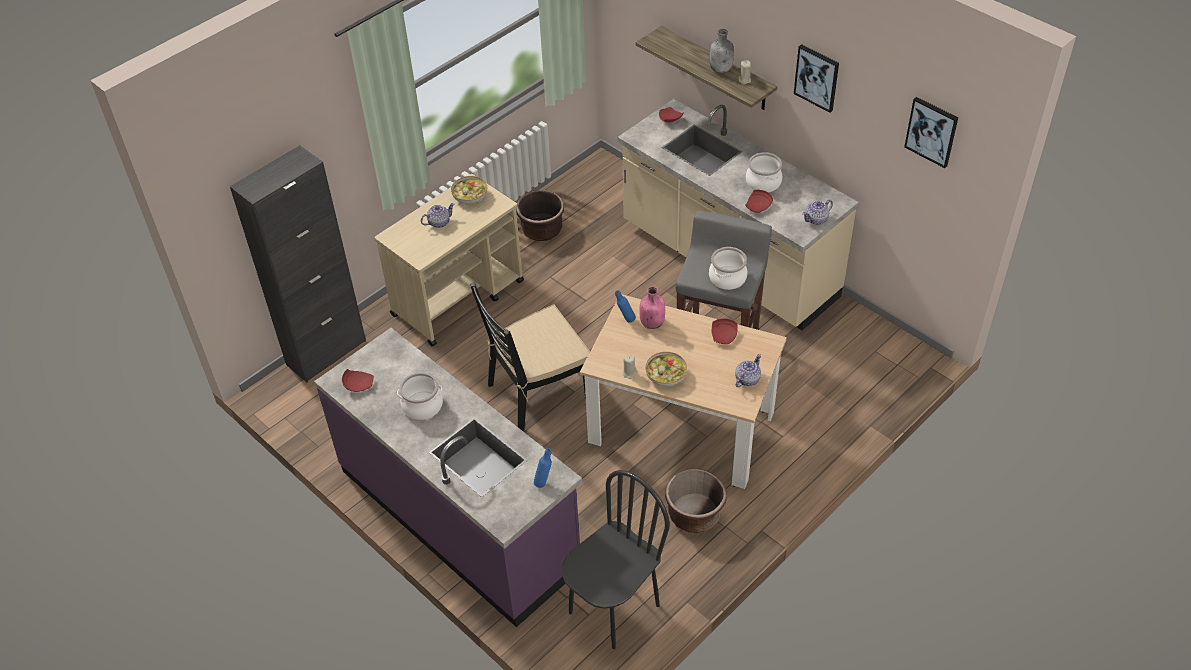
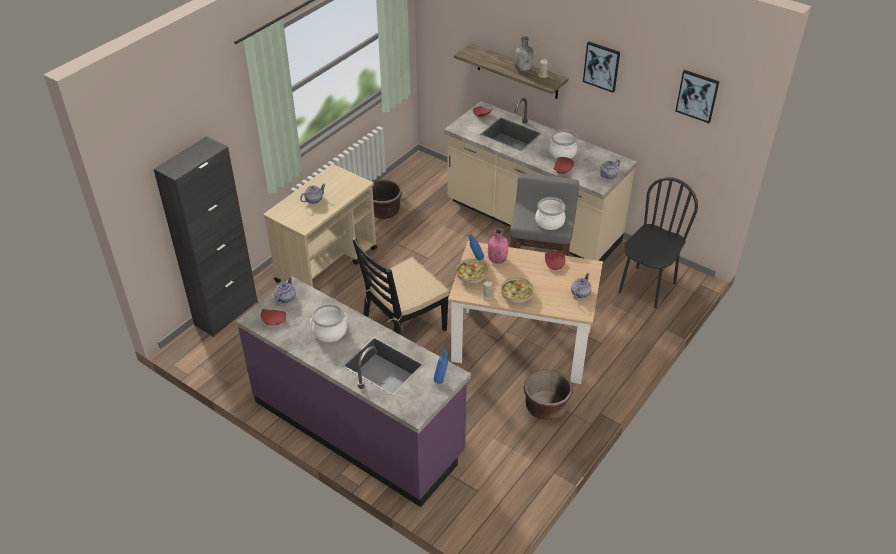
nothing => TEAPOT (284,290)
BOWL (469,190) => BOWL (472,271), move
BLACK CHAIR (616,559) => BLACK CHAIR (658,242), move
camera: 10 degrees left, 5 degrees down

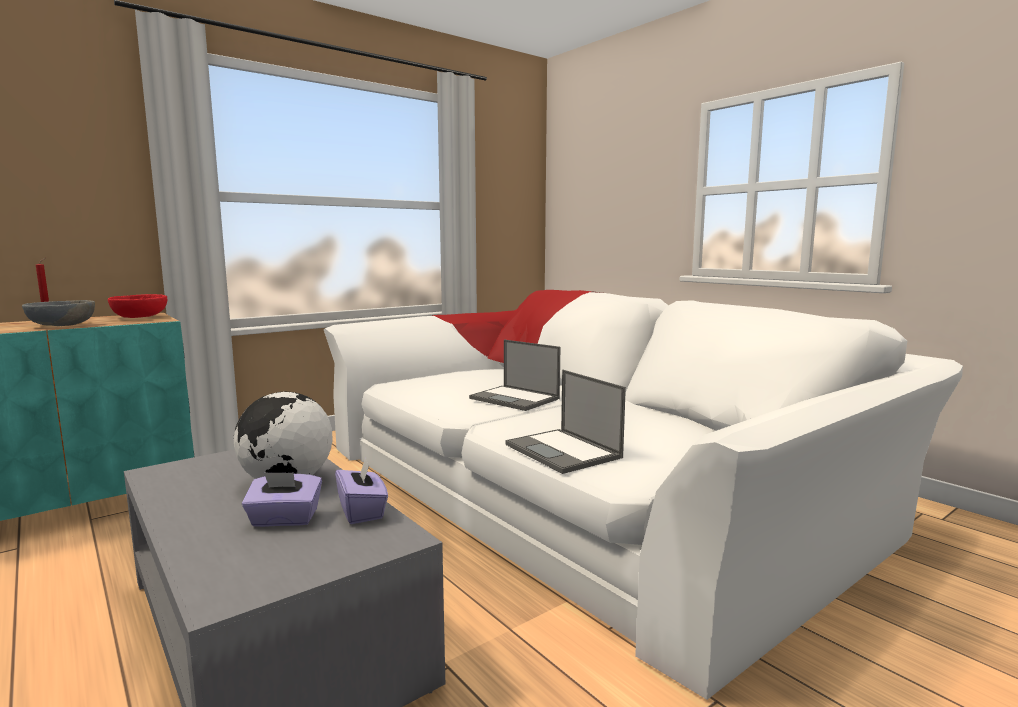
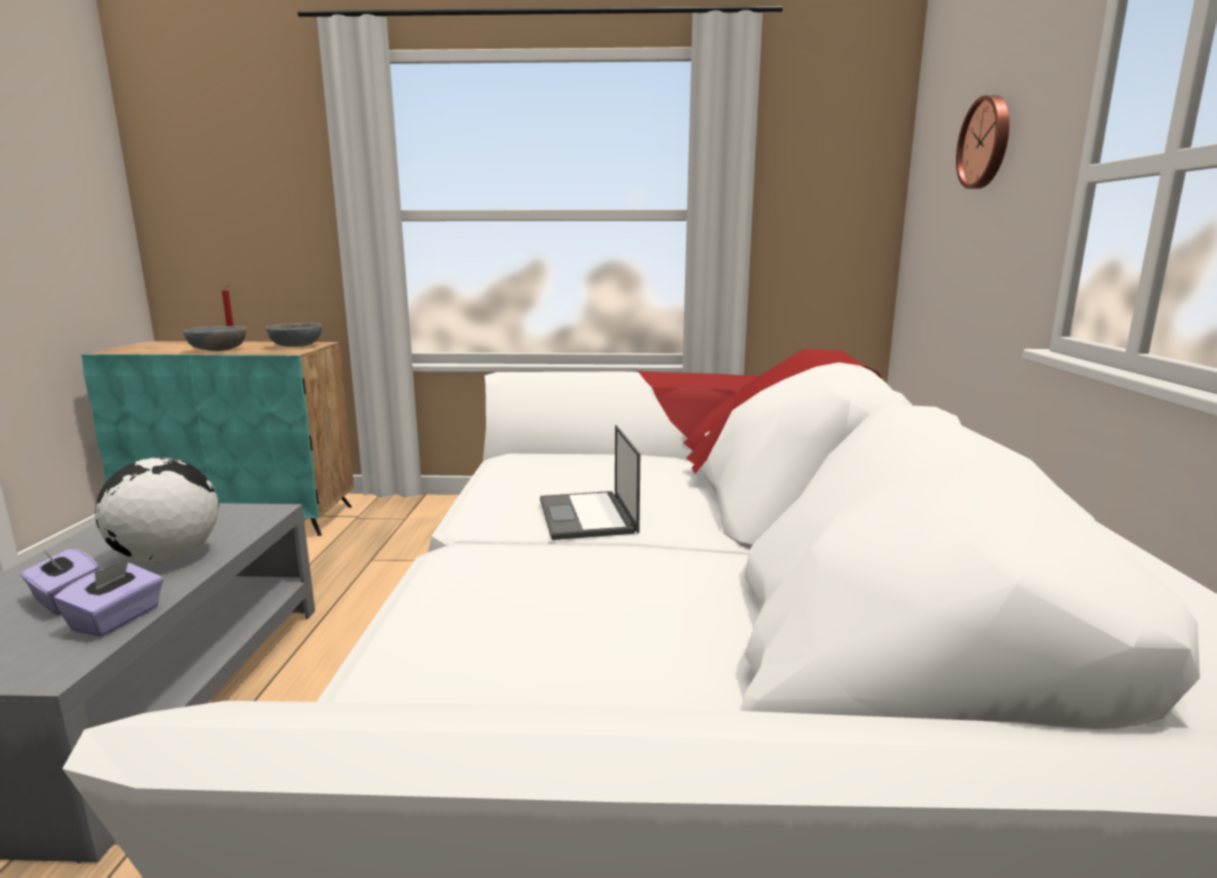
LAPTOP (565,422) => nothing
nothing => WALL CLOCK (983,142)
RED BOWL (137,306) => GREY BOWL (294,334)
camera: 40 degrees right, 5 degrees up

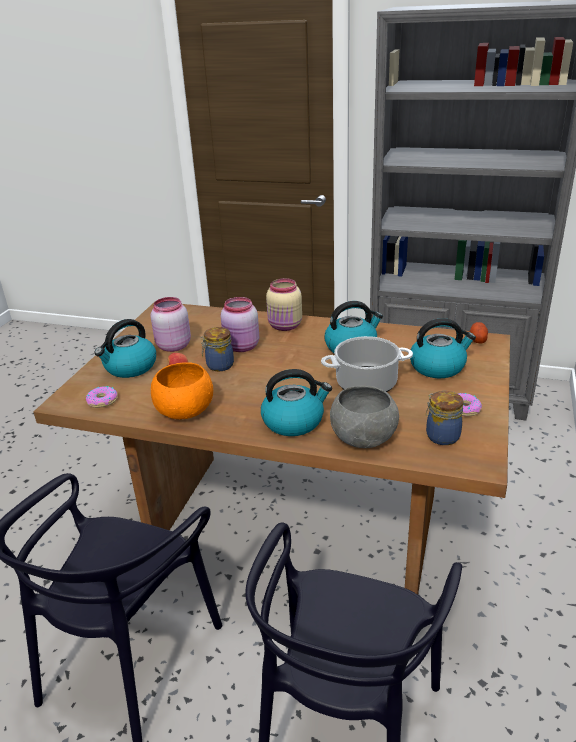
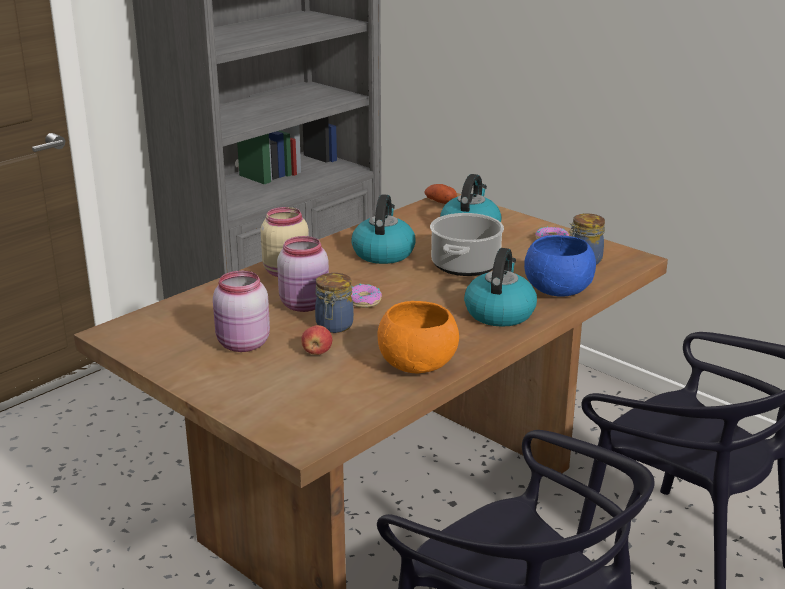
KETTLE (125,348) => nothing
DONUT (102,397) => DONUT (366,296), move
GREY BOWL (364,416) => BLUE BOWL (560,265)
camera: 65 degrees left, 5 degrees down

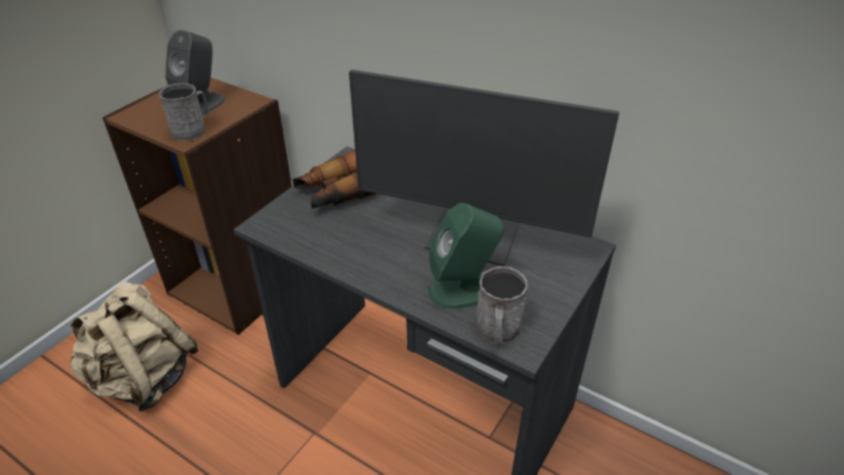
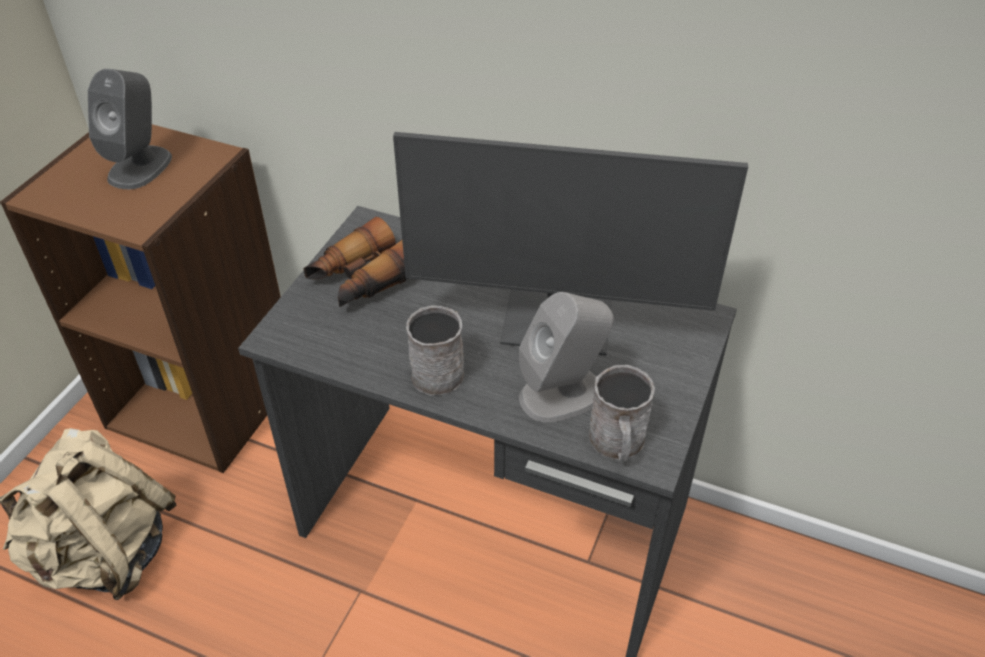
GREY MUG (183,112) => GREY MUG (435,350), move
GREEN SPEAKER (466,256) => GREY SPEAKER (566,357)
camera: 10 degrees left, 5 degrees up

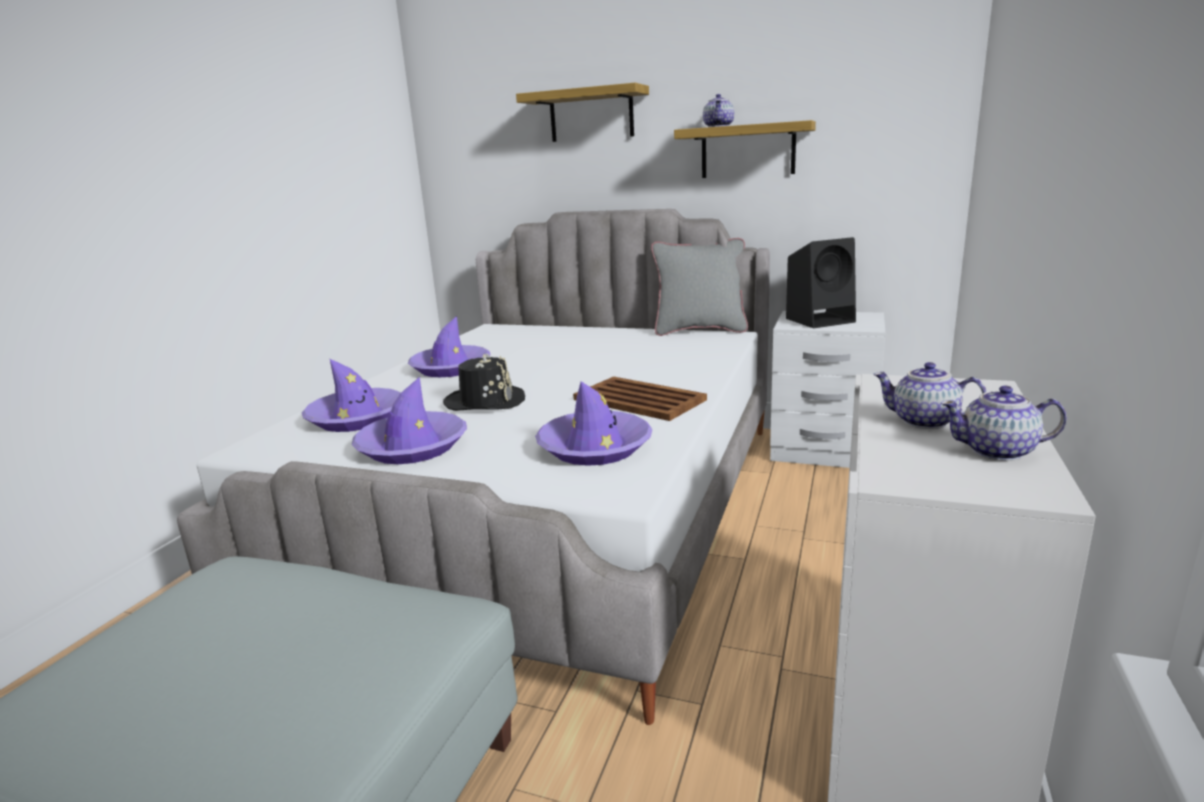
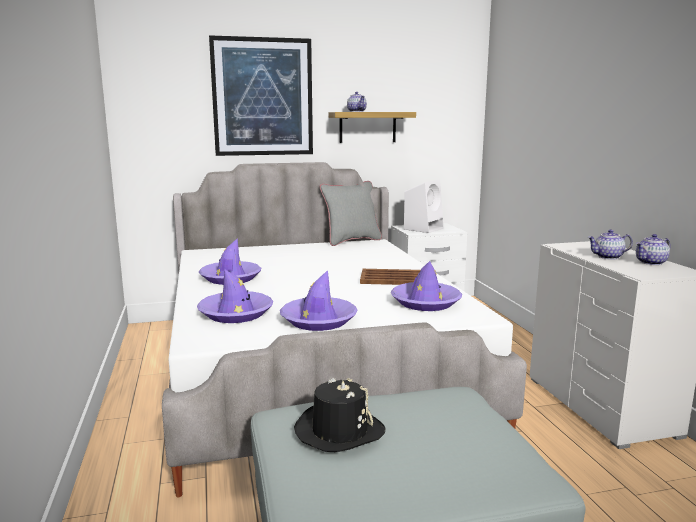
BLACK HAT (484,382) => BLACK HAT (340,415), move
SHELF (582,112) => PICTURE (261,95)
BLACK SPEAKER (821,282) => WHITE SPEAKER (424,206)
camera: 35 degrees left, 5 degrees down

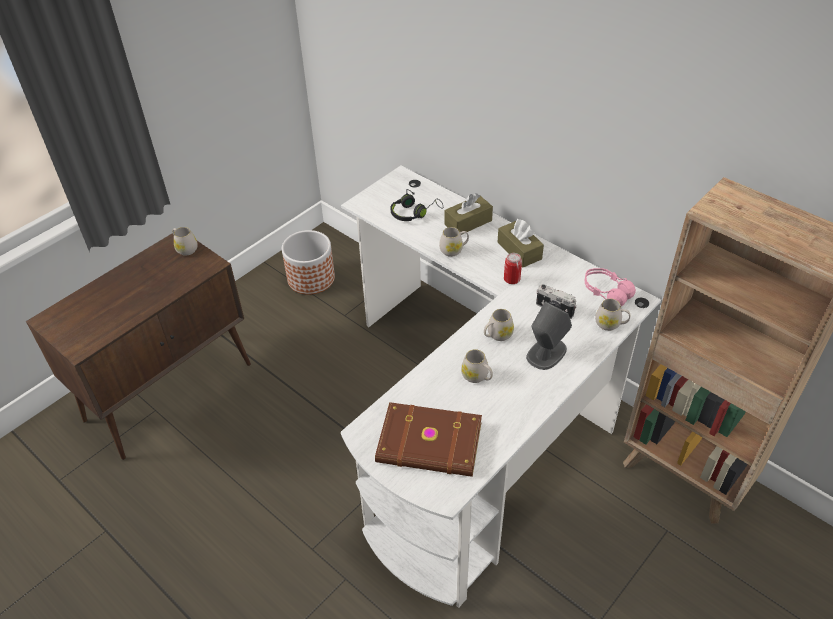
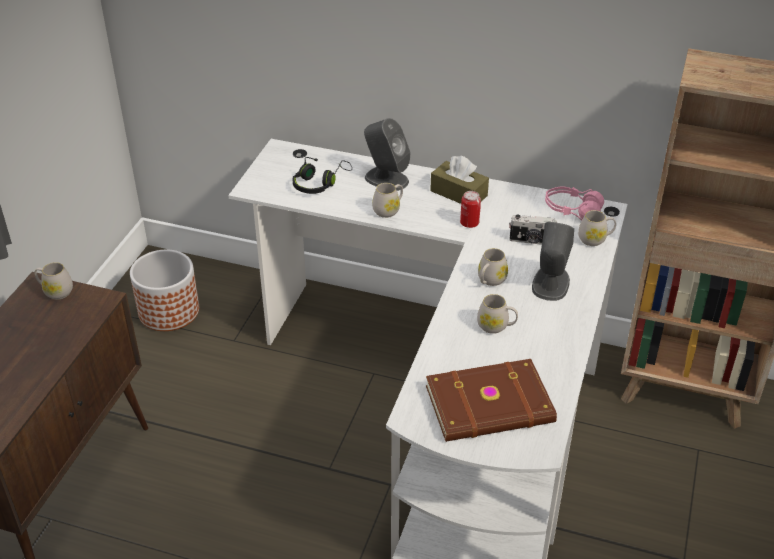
BROWN TISSUE BOX (469,214) => GREY SPEAKER (387,154)
camera: 25 degrees left, 5 degrees down

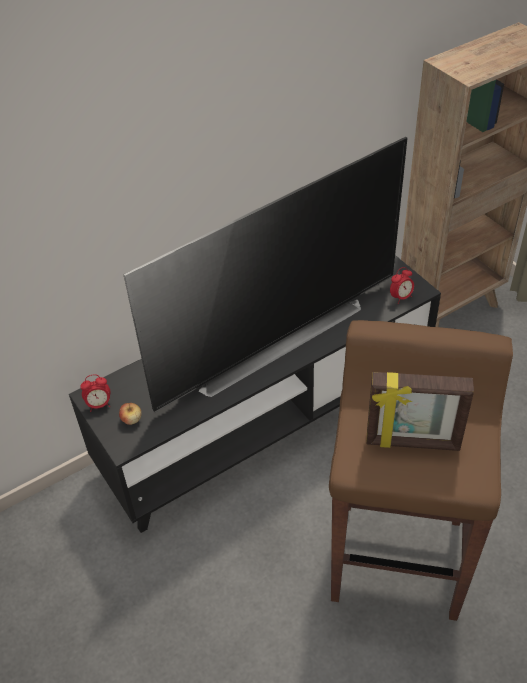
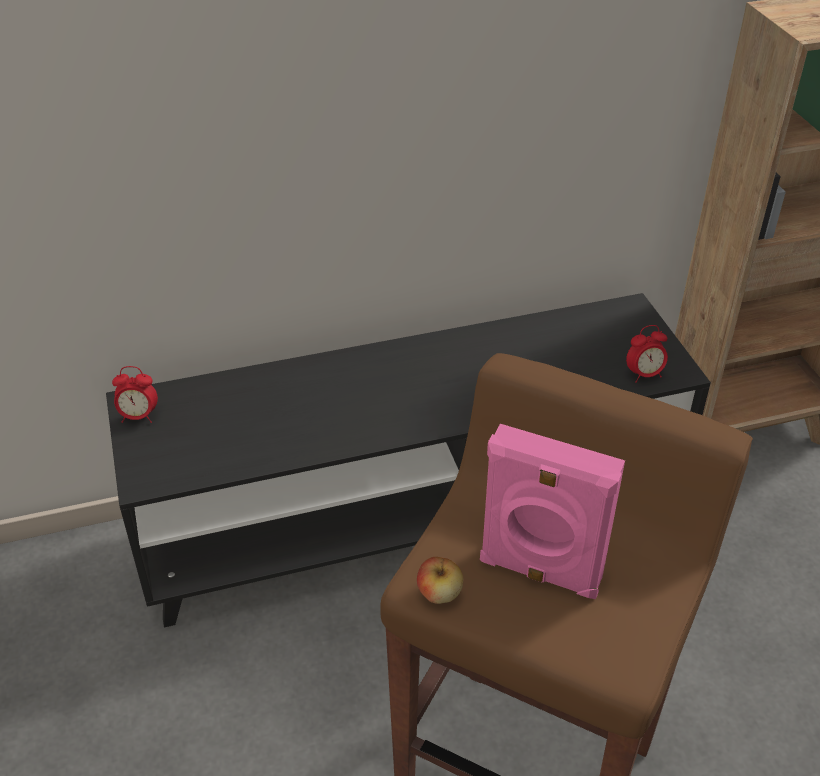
TELEVISION (265,275) => nothing
APPLE (130,414) => APPLE (440,580), move
PICTURE FRAME (420,411) => PINK SPEAKER (552,511)
camera: 15 degrees right, 5 degrees down

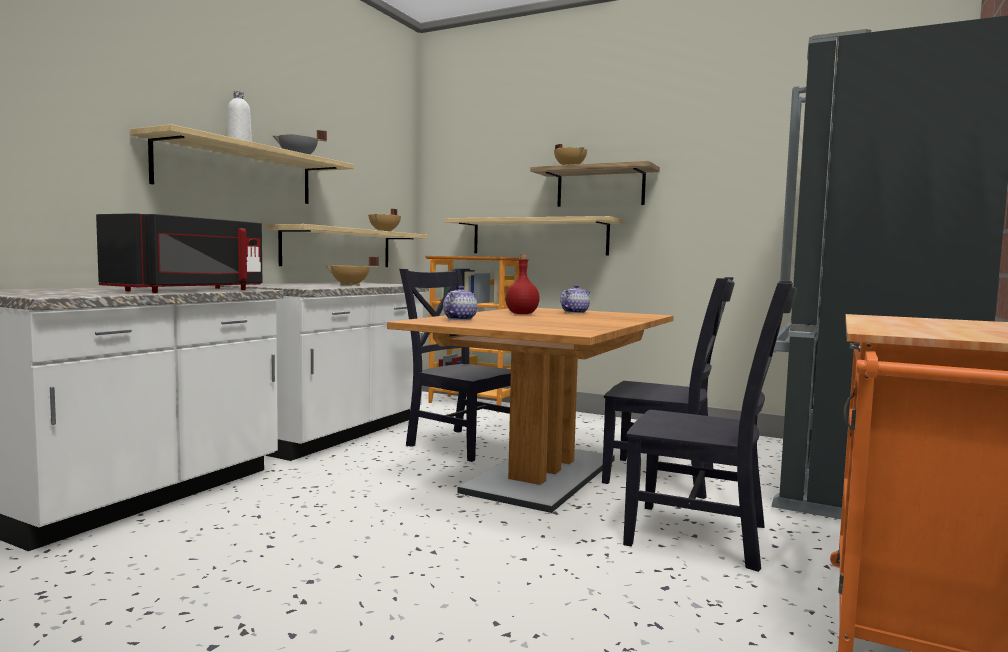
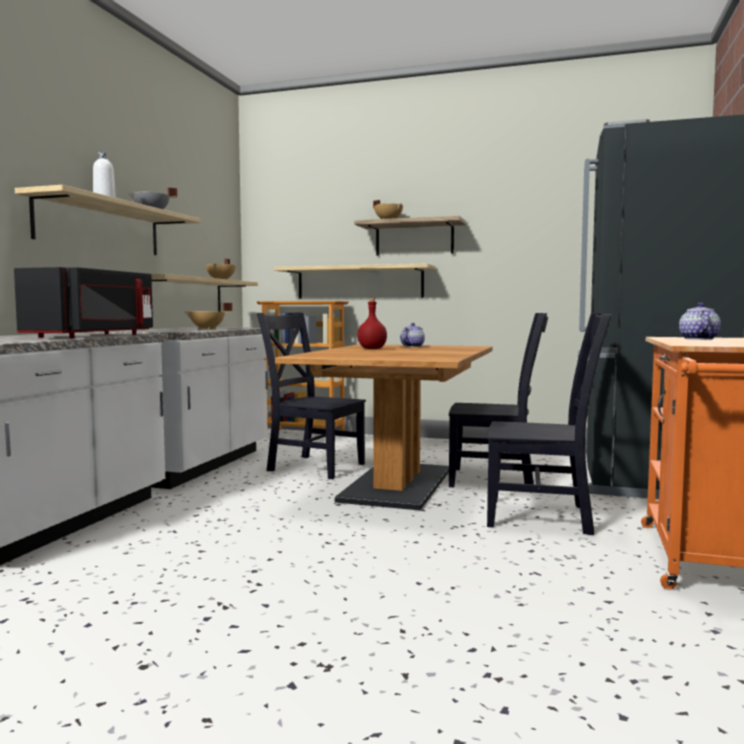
TEAPOT (460,303) => TEAPOT (700,321), move
camera: 10 degrees left, 0 degrees up

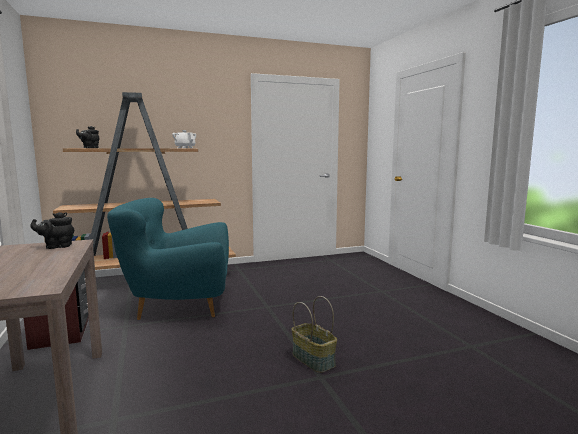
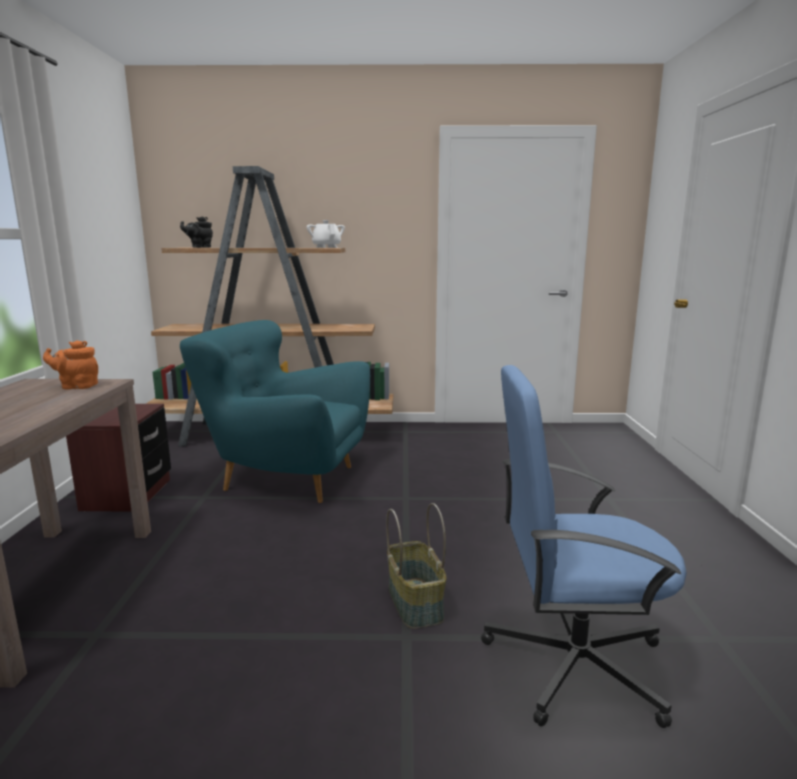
nothing => BLUE OFFICE CHAIR (584,546)
BLACK TEAPOT (52,230) => ORANGE TEAPOT (70,364)
camera: 20 degrees right, 5 degrees up

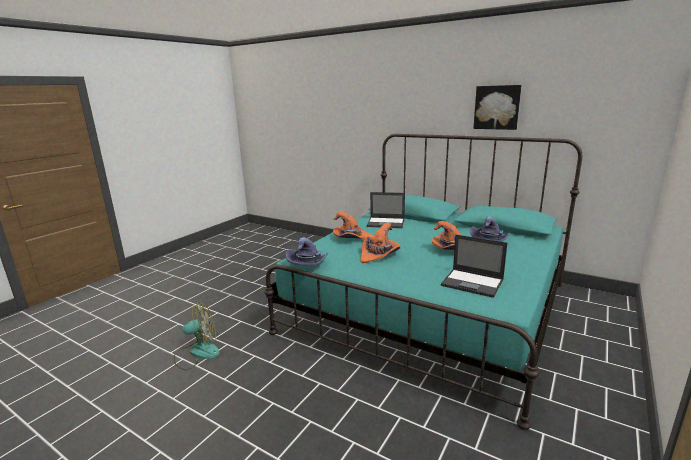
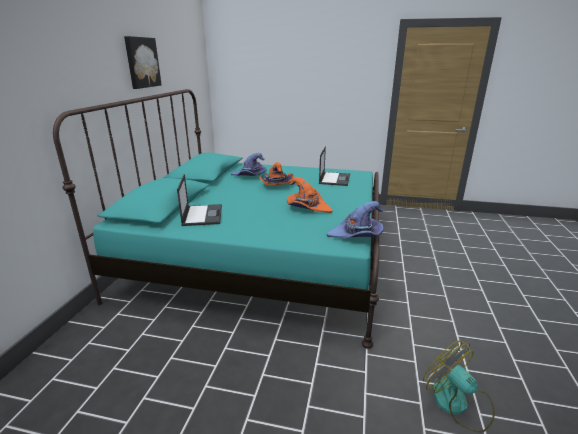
ORANGE HAT (353,225) => nothing
camera: 110 degrees left, 5 degrees up

